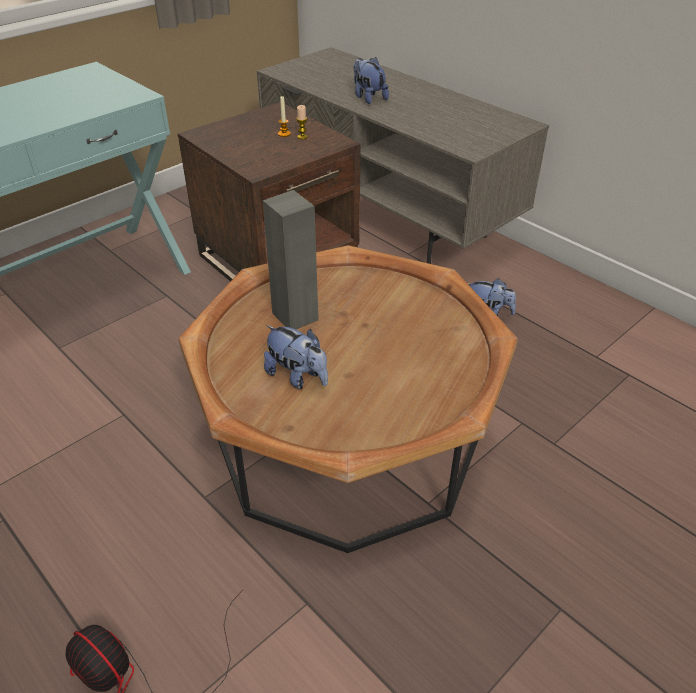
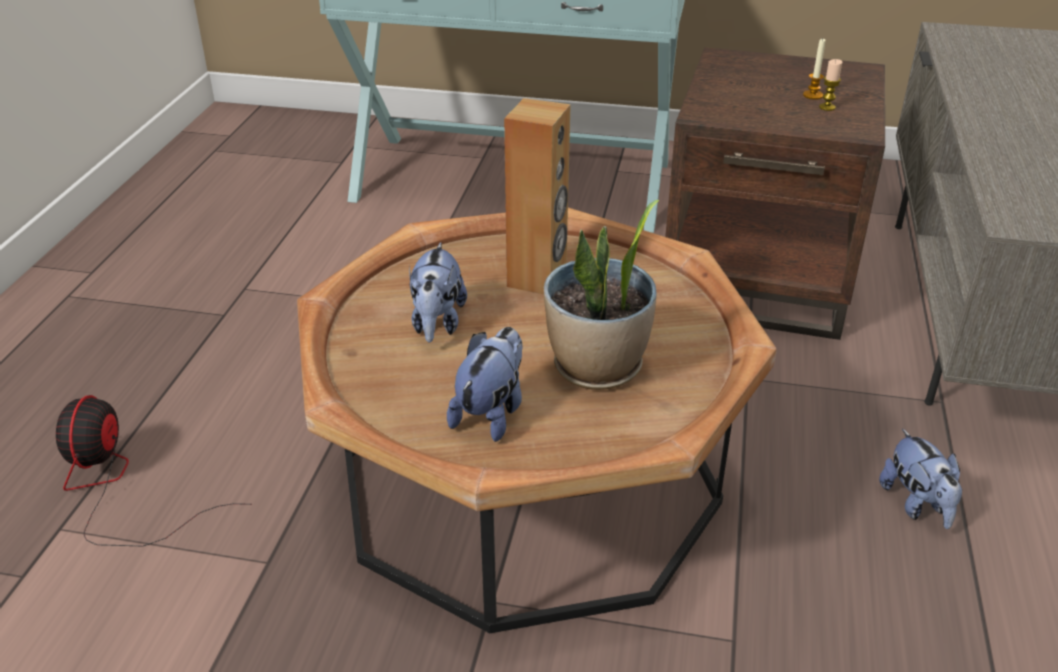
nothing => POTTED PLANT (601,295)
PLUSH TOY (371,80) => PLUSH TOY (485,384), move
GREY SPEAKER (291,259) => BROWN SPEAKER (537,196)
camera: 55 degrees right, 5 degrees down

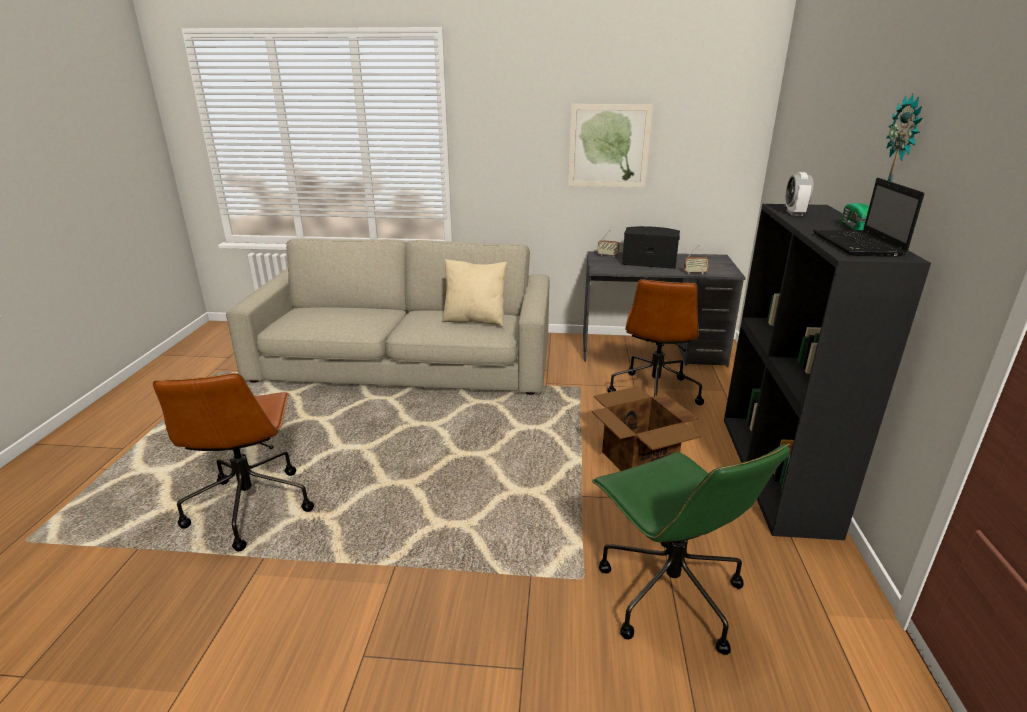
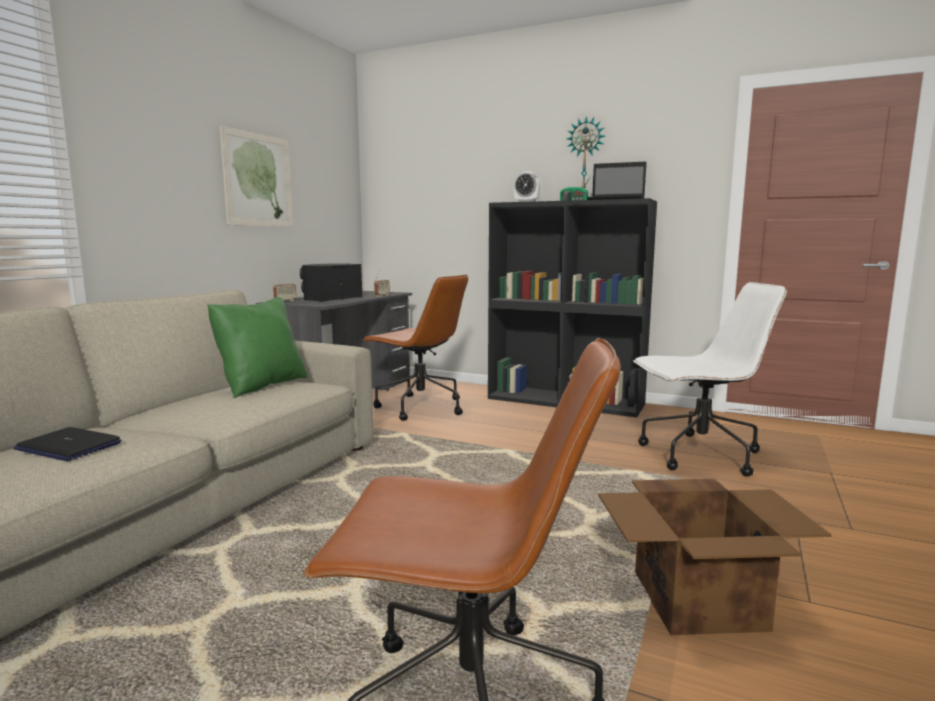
nothing => LAPTOP (67,444)
CARDBOARD BOX (646,428) => CARDBOARD BOX (714,557), move
BEIGE PILLOW (474,293) => GREEN PILLOW (257,347)
GREEN OFFICE CHAIR (691,549) => WHITE OFFICE CHAIR (710,379)
camera: 70 degrees left, 15 degrees down

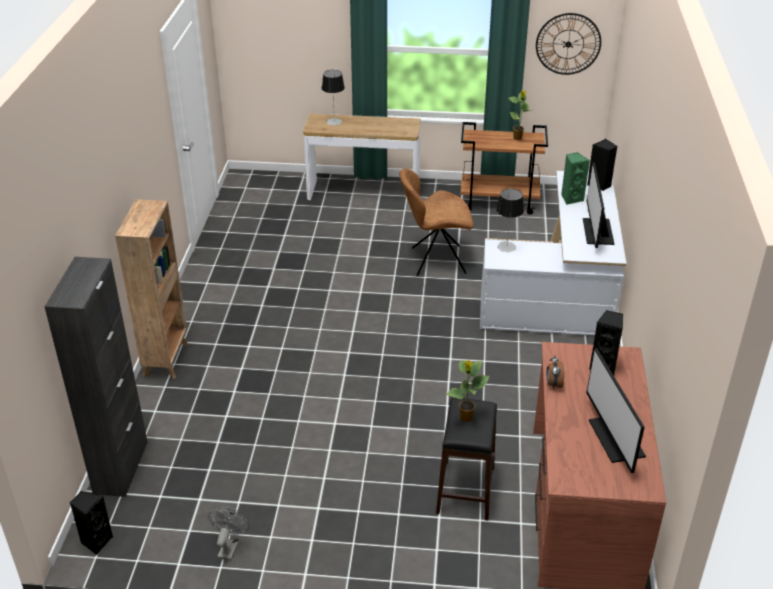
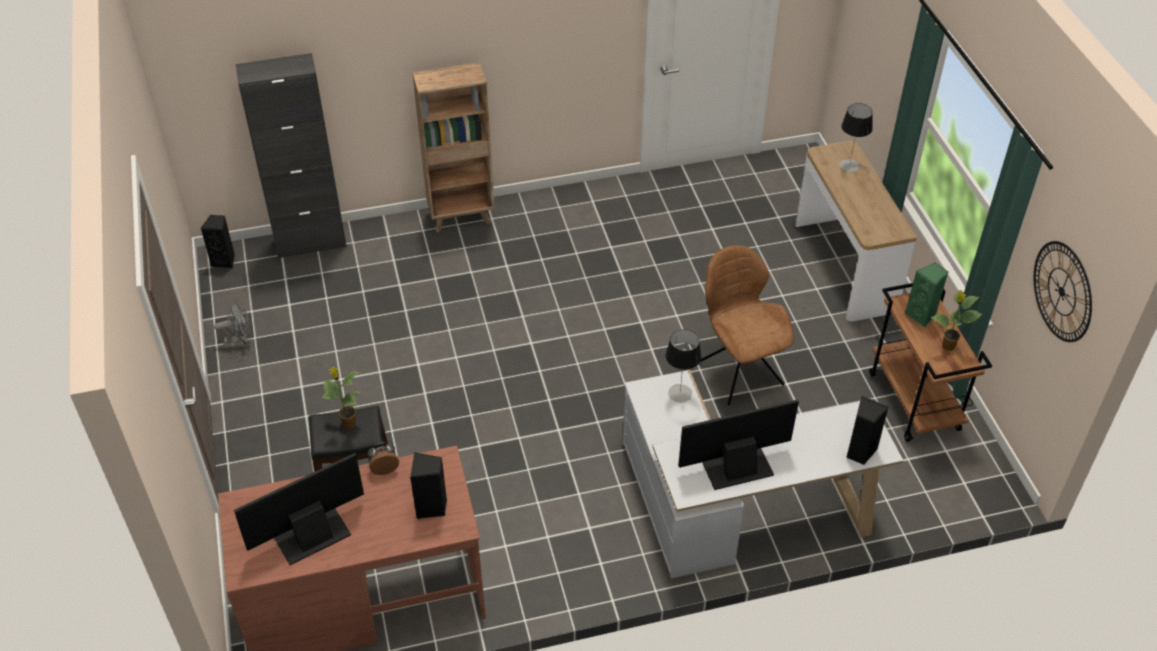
GREEN SPEAKER (575,178) => GREEN SPEAKER (926,295), move
camera: 70 degrees right, 10 degrees up

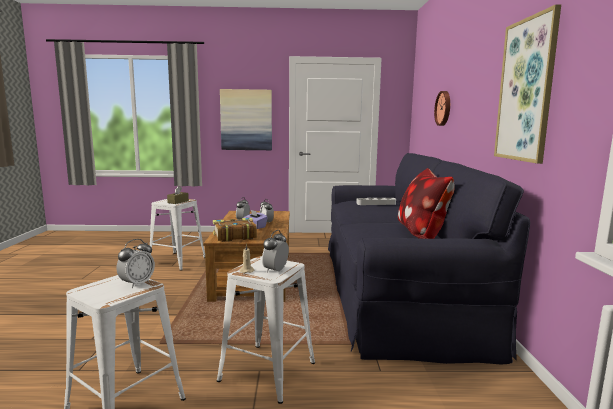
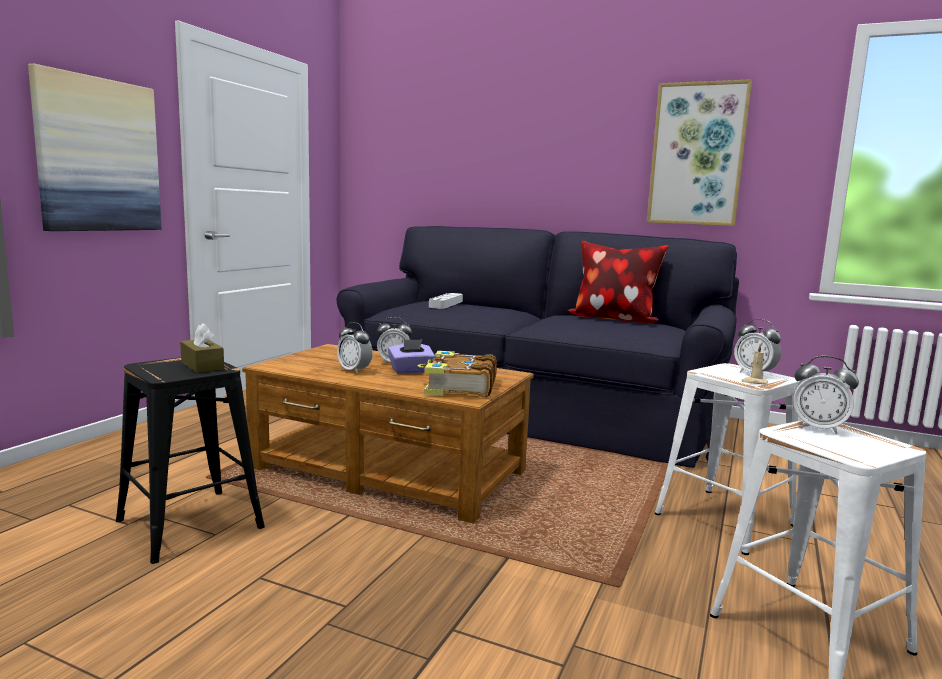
WALL CLOCK (442,108) => nothing
WHITE STOOL (177,235) => BLACK STOOL (190,460)
ALARM CLOCK (135,263) => ALARM CLOCK (826,395), 150 degrees clockwise
camera: 65 degrees left, 0 degrees up

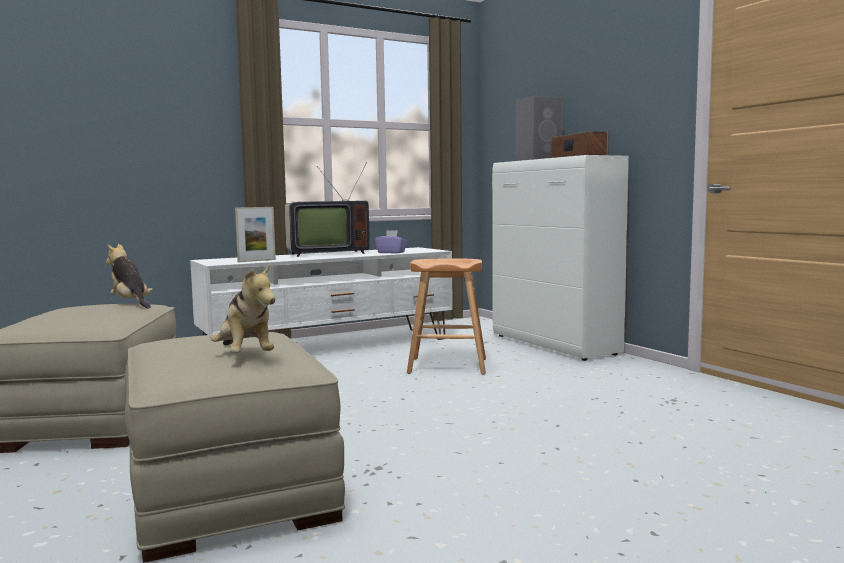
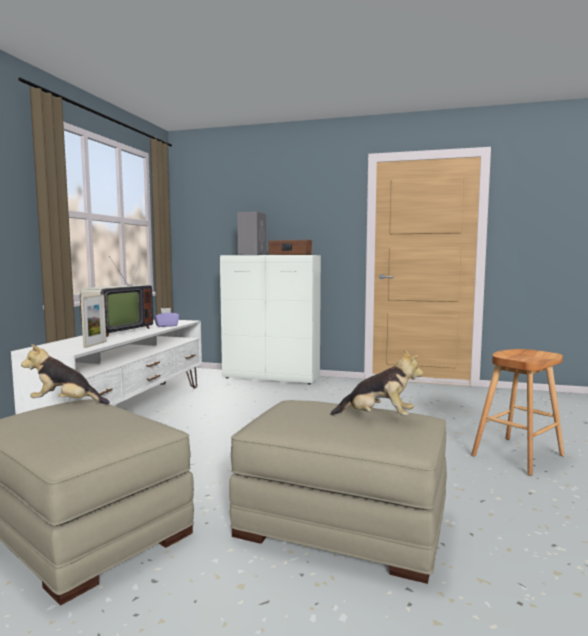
BROWN STOOL (446,316) => BROWN STOOL (518,412), move
camera: 45 degrees left, 0 degrees up

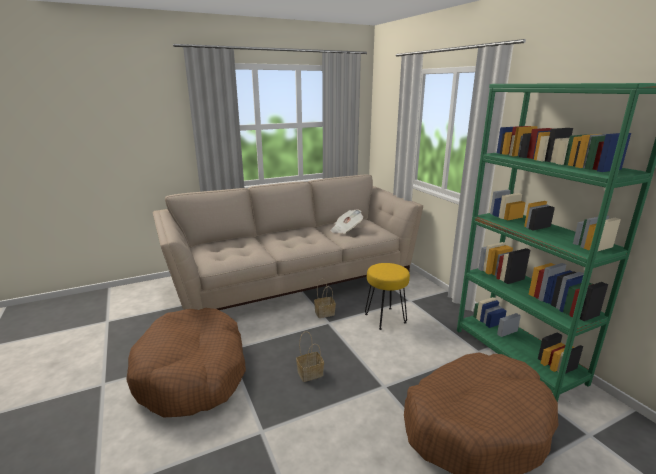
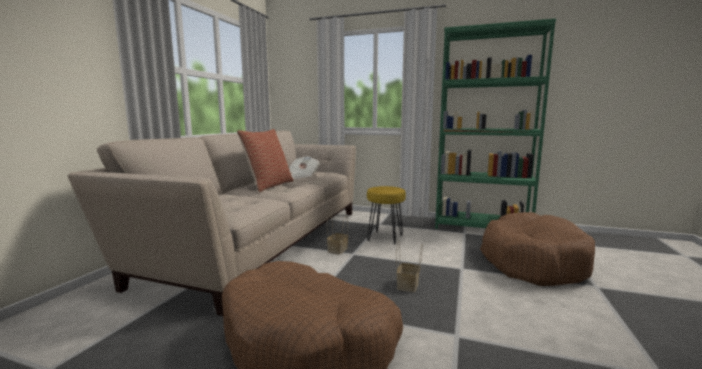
nothing => PILLOW (265,160)
camera: 45 degrees left, 10 degrees down

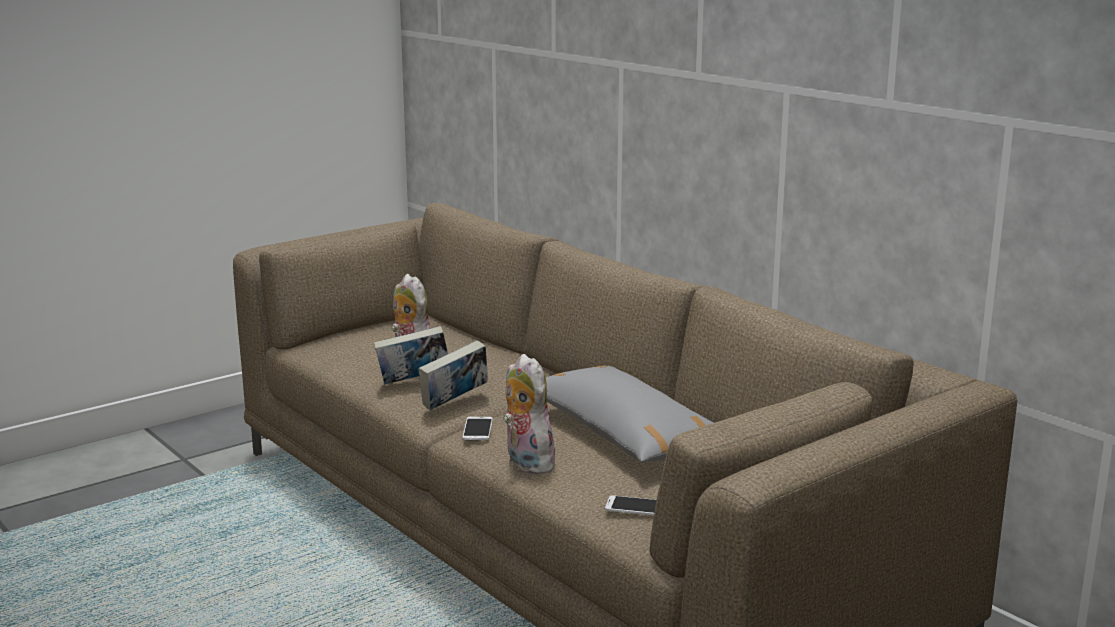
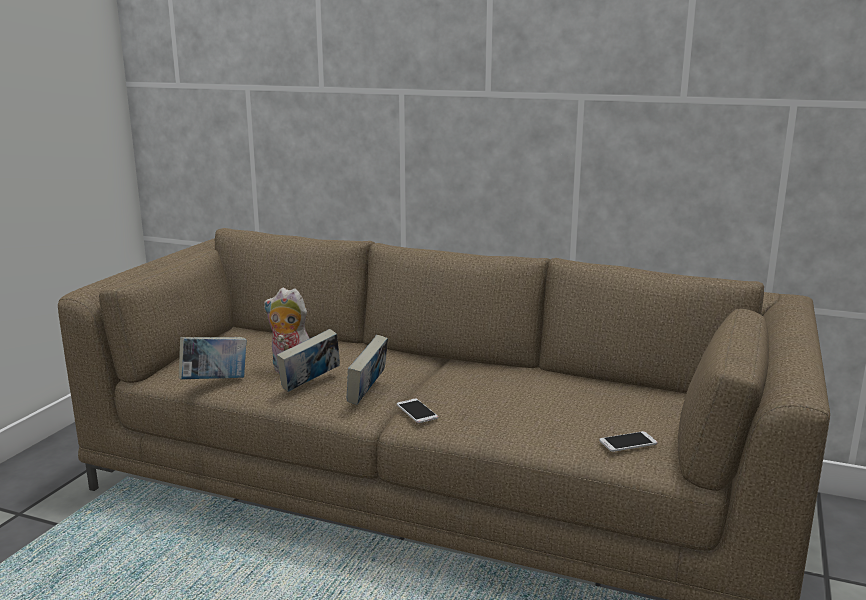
PLUSH TOY (531,414) => nothing
GREY PILLOW (630,414) => nothing
nothing => BOOK (213,358)
camera: 30 degrees left, 0 degrees up

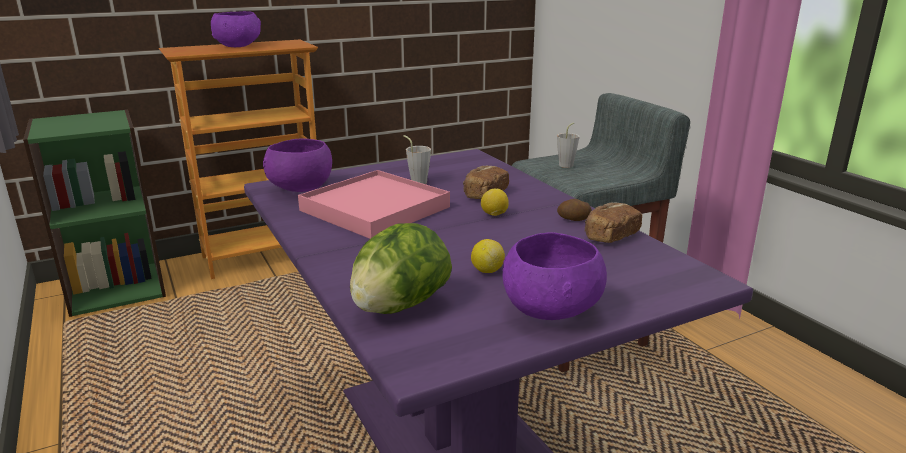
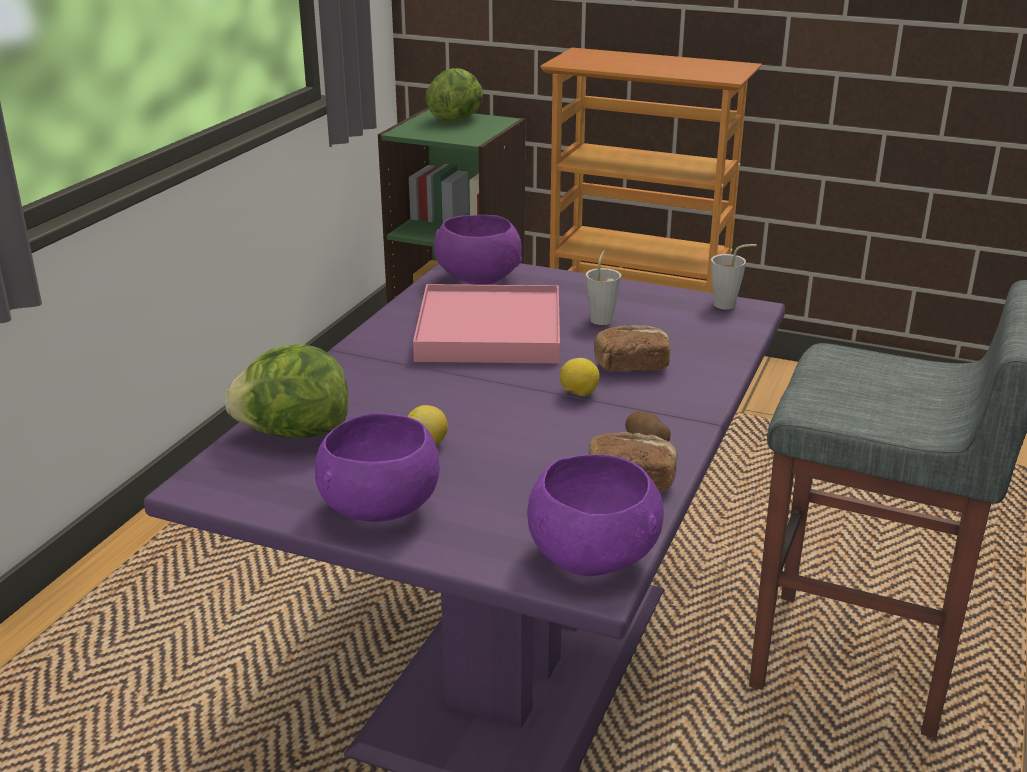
nothing => LETTUCE (454,95)
PURPLE BOWL (236,29) => PURPLE BOWL (595,515), move
GREY CUP (568,145) => GREY CUP (734,277), move
camera: 50 degrees right, 5 degrees up

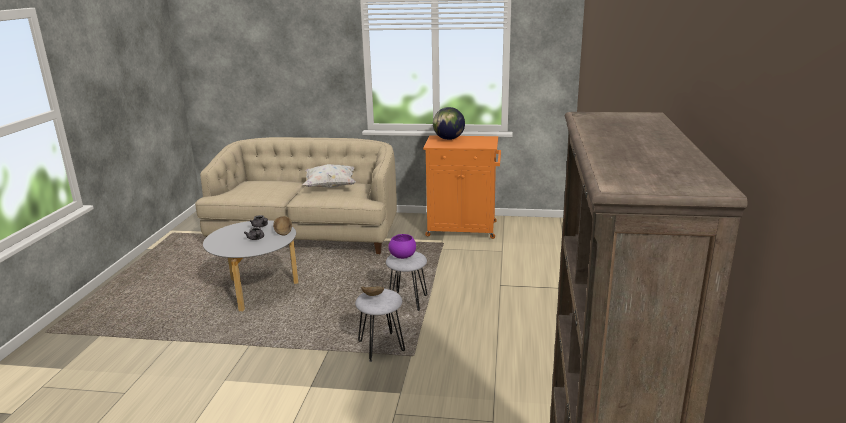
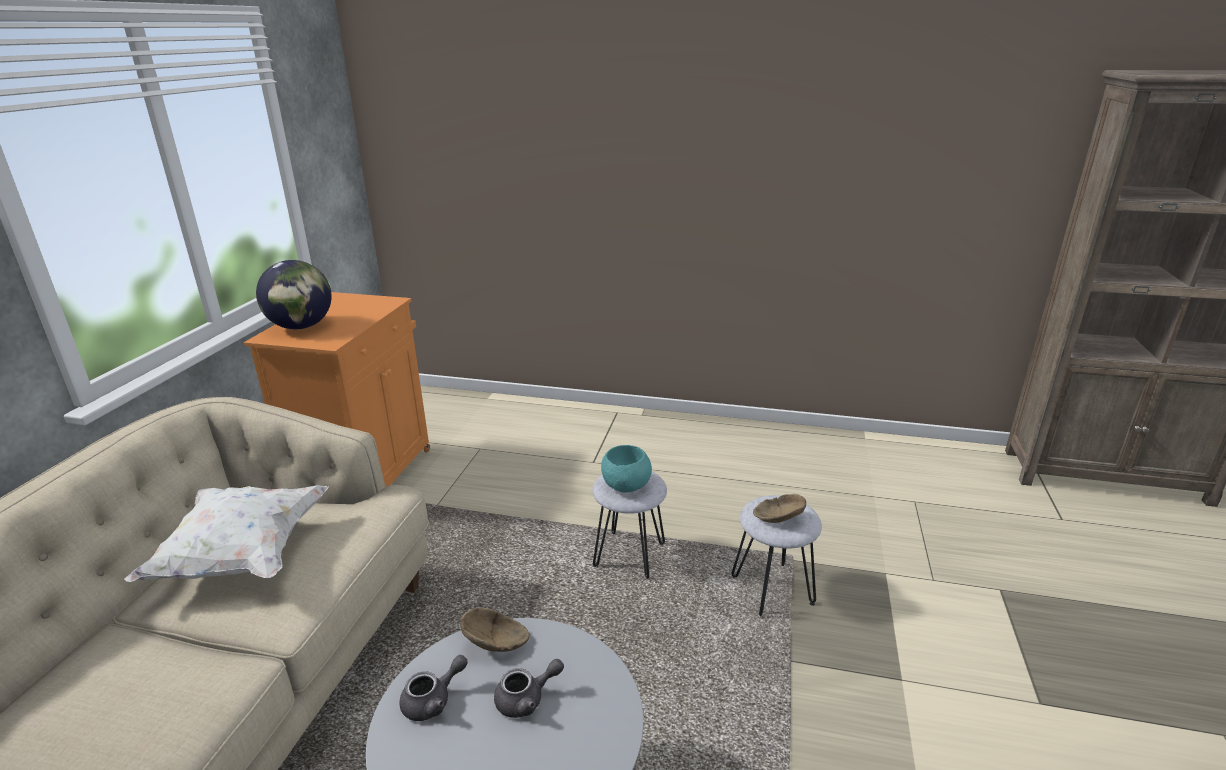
PURPLE BOWL (402,246) => TURQUOISE BOWL (626,468)
camera: 85 degrees left, 5 degrees up

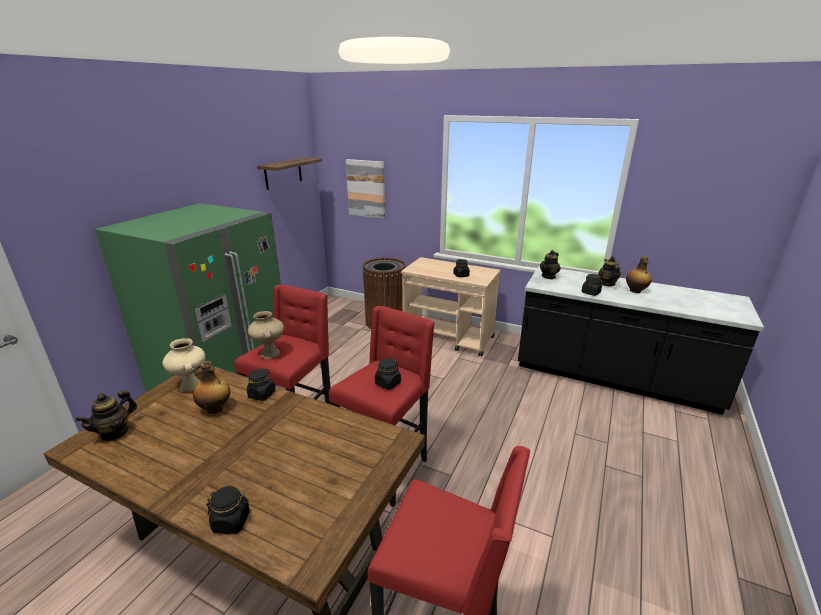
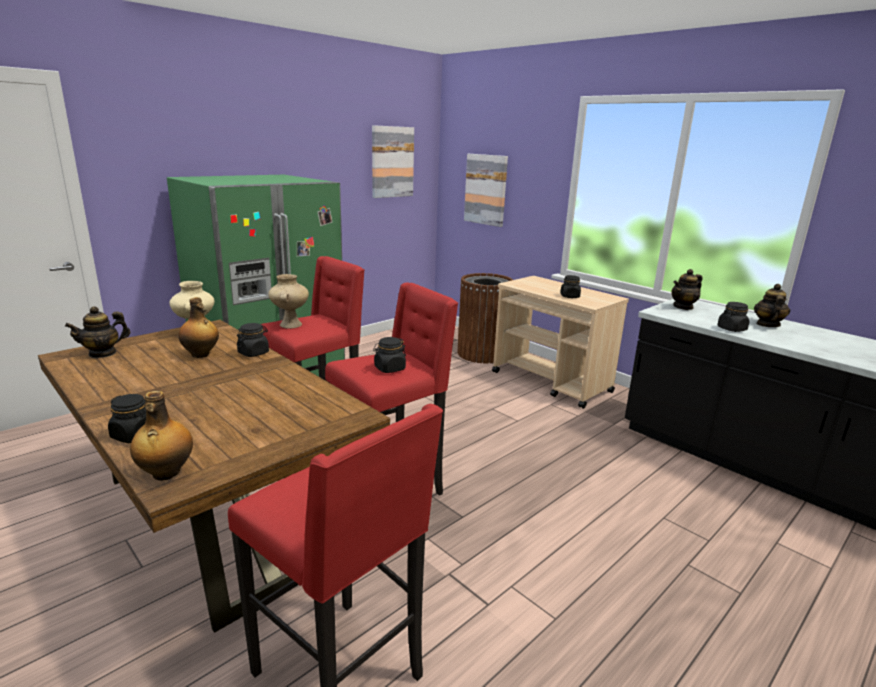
BOTTLE (639,274) => BOTTLE (161,436), move
SHELF (289,173) => PICTURE (393,161)
camera: 20 degrees right, 5 degrees down

